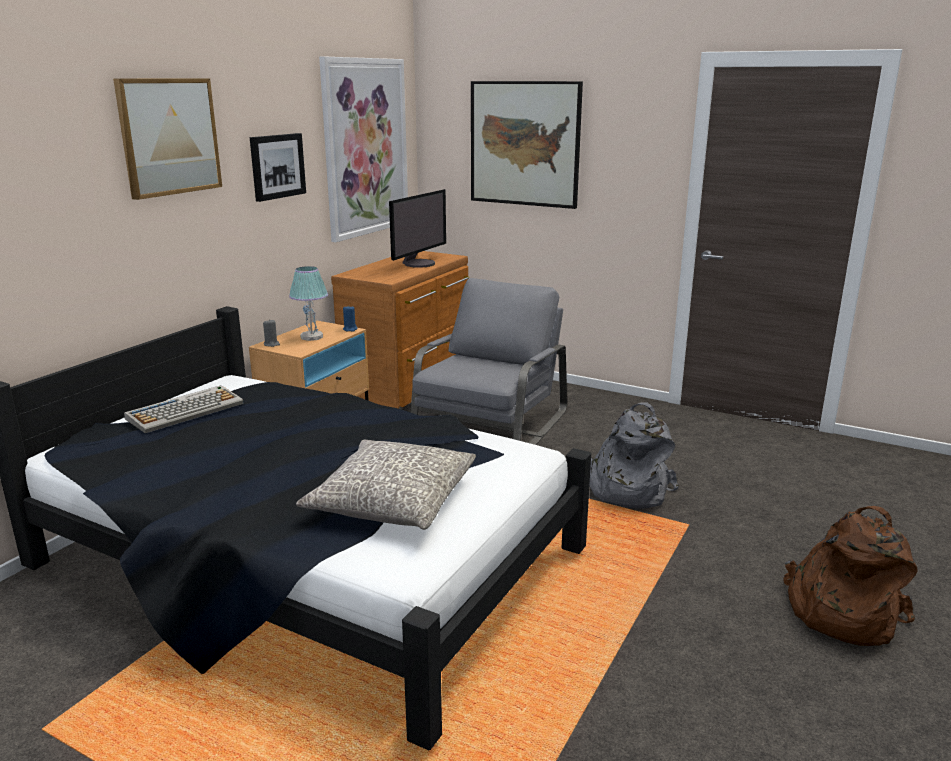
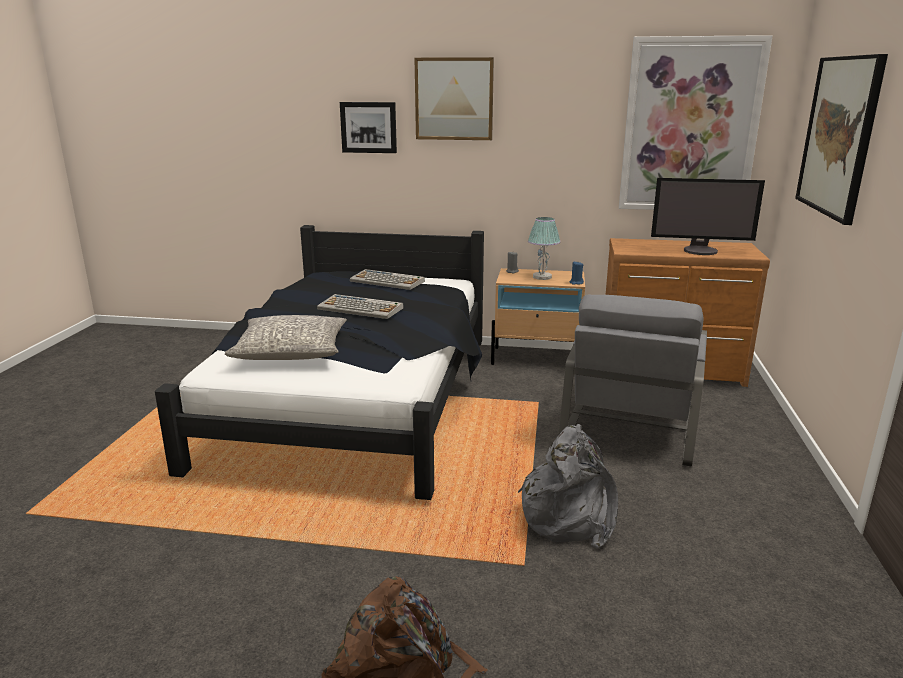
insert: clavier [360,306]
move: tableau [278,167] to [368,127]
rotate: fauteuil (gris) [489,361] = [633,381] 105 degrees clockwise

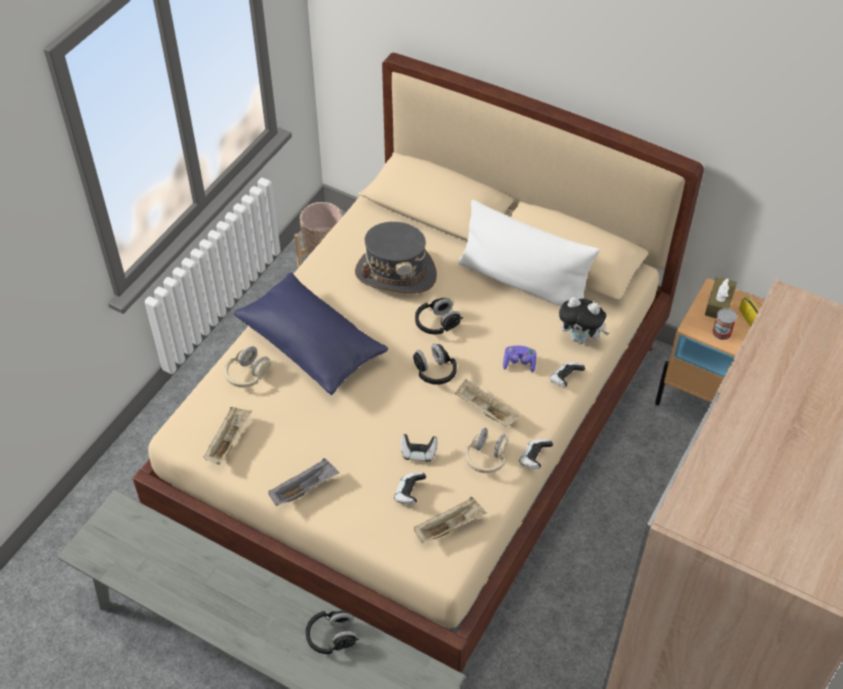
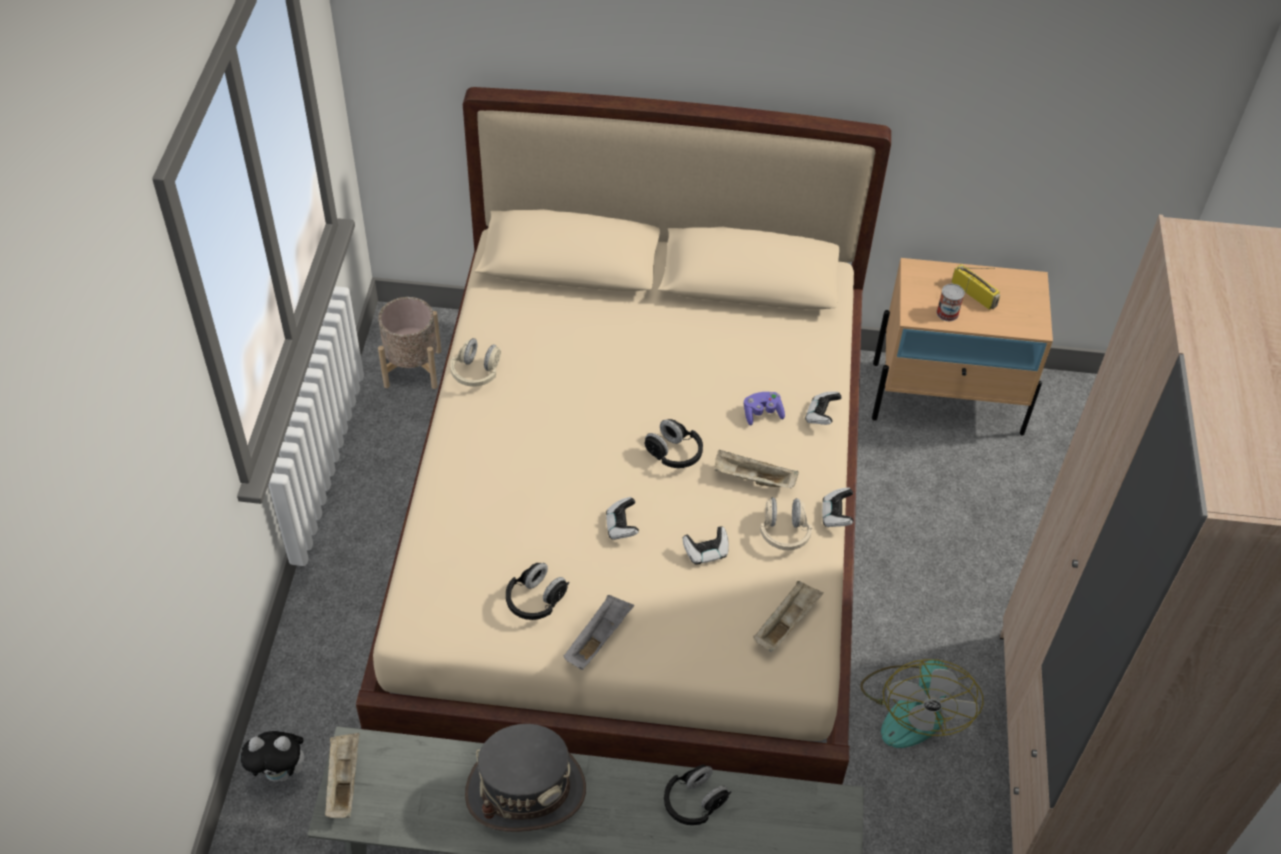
delete: coussin (bleu) [311,333]; coussin (blanc) [529,253]; boîte à mouchoirs (marron) [721,297]
insert: ventilateur [921,703]
move: peluche [584,320] to [277,756]; plateau (beige) [227,436] to [342,775]; casque audio (beige) [248,367] to [475,362]; chapeau (gris) [396,258] to [525,778]; casque audio (noir) [439,316] to [538,591]; manette [410,488] to [622,518]

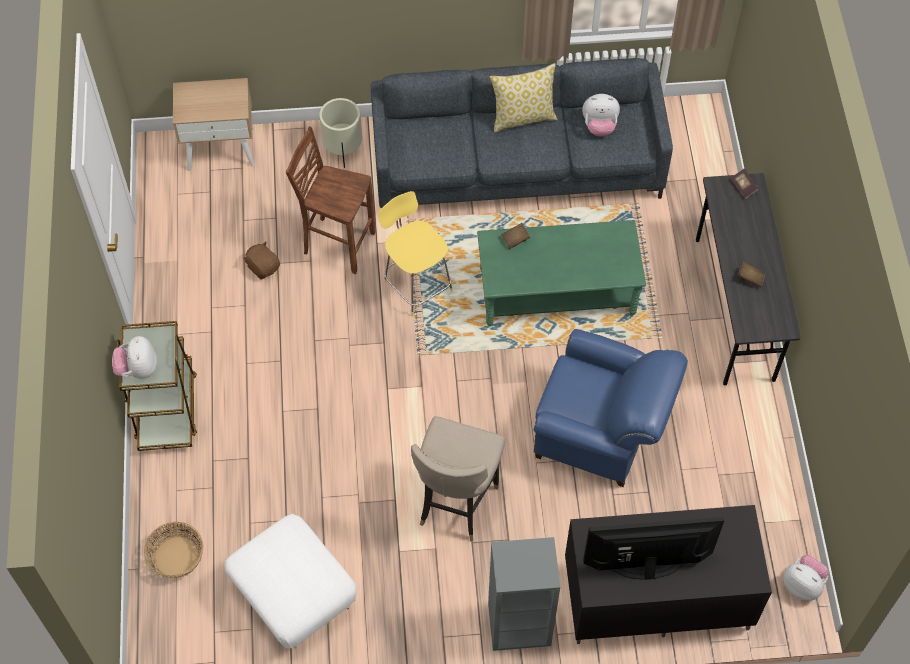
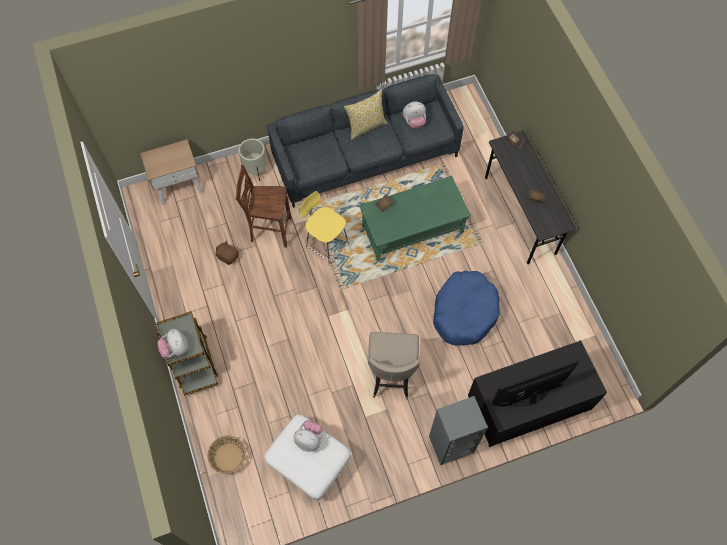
move: peluche [806,578] to [308,435]
replace: fauteuil (bleu) [611,408] to panier pour chien (bleu) [466,308]

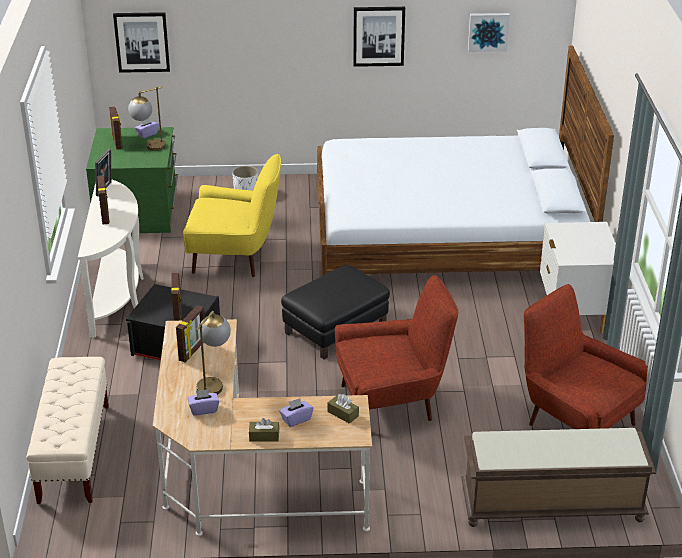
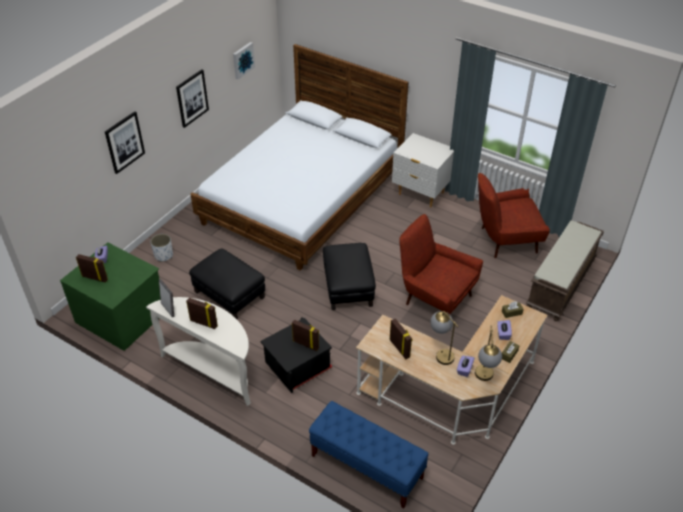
move: tableau [141,42] to [125,142]; lampe de table [147,119] to [488,353]
replace: fauteuil (jaune) [232,215] to pouf (noir) [227,283]
recolor: banc (beige) [67,430] to banc (bleu) [369,455]
rotate: fauteuil (rouge) [397,348] = [441,264] 75 degrees counterclockwise

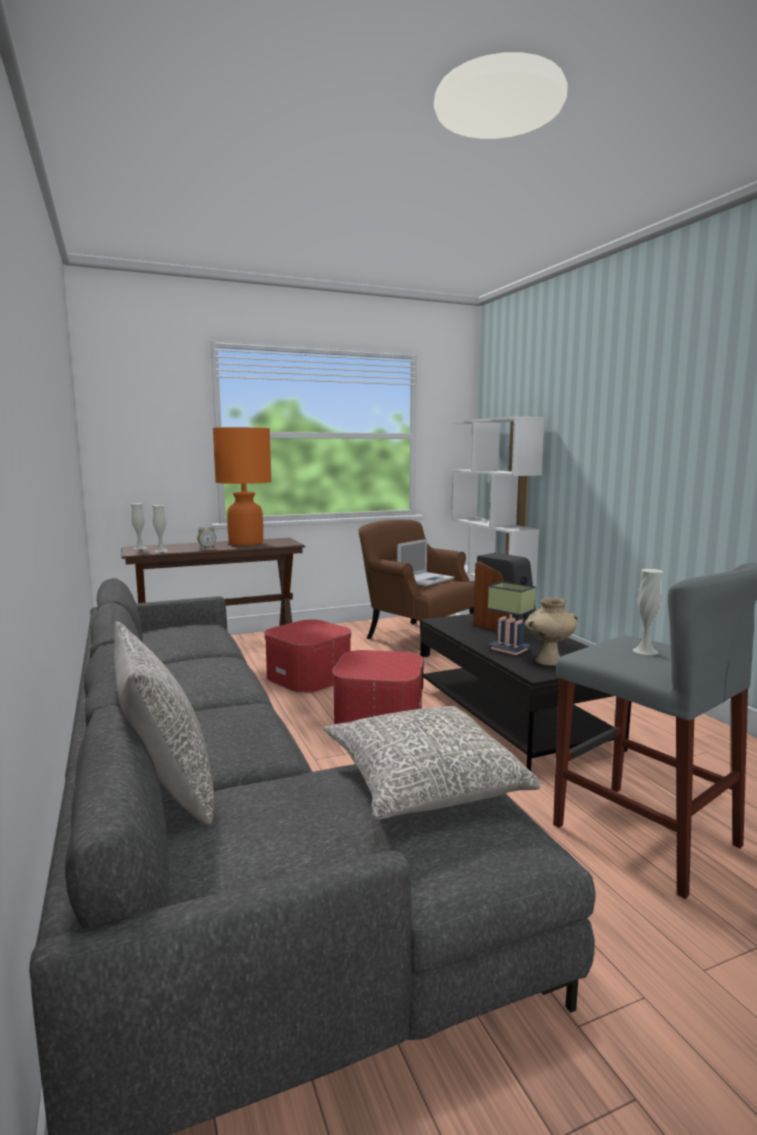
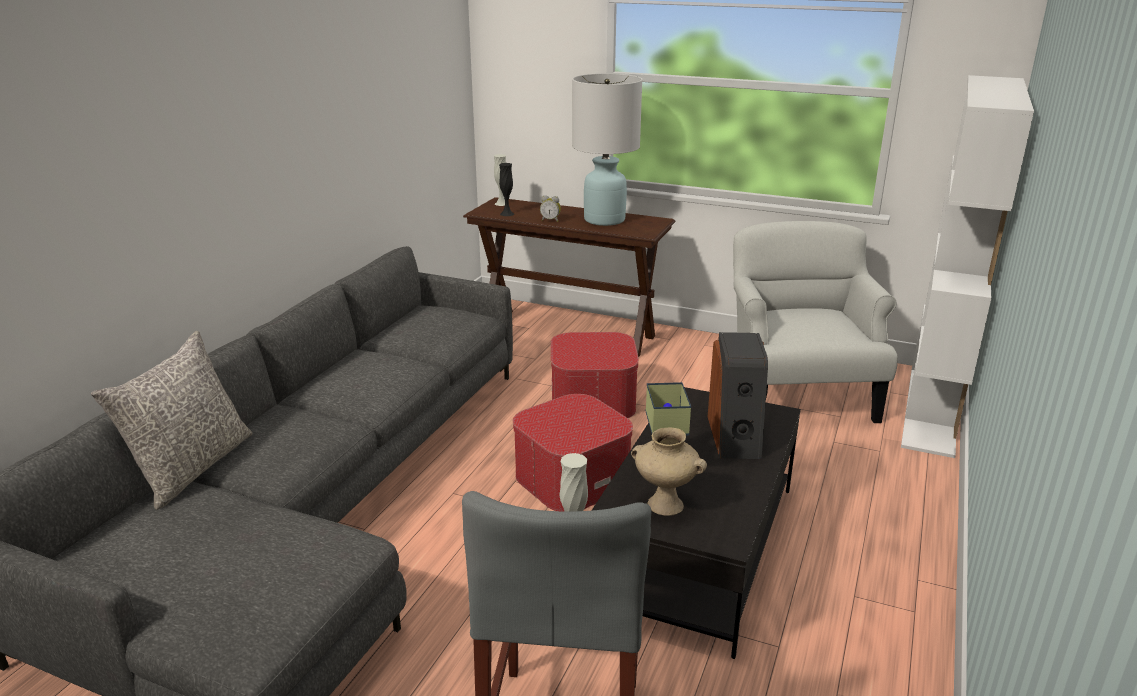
delete: coussin (gris) [432,763]; ordinateur portable [425,562]
recolor: vase (blanc) [160,528] to vase (noir) [506,189]; lampe de table (orange) [242,486] to lampe de table (blanc) [607,149]; fauteuil (marron) [416,588] to fauteuil (blanc) [815,322]

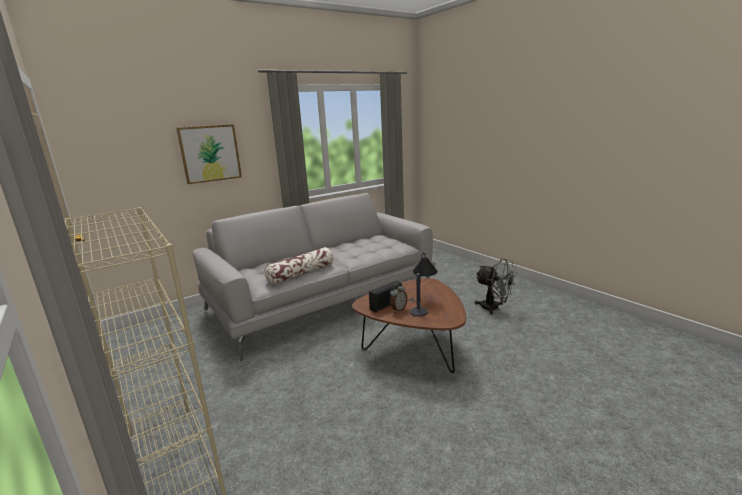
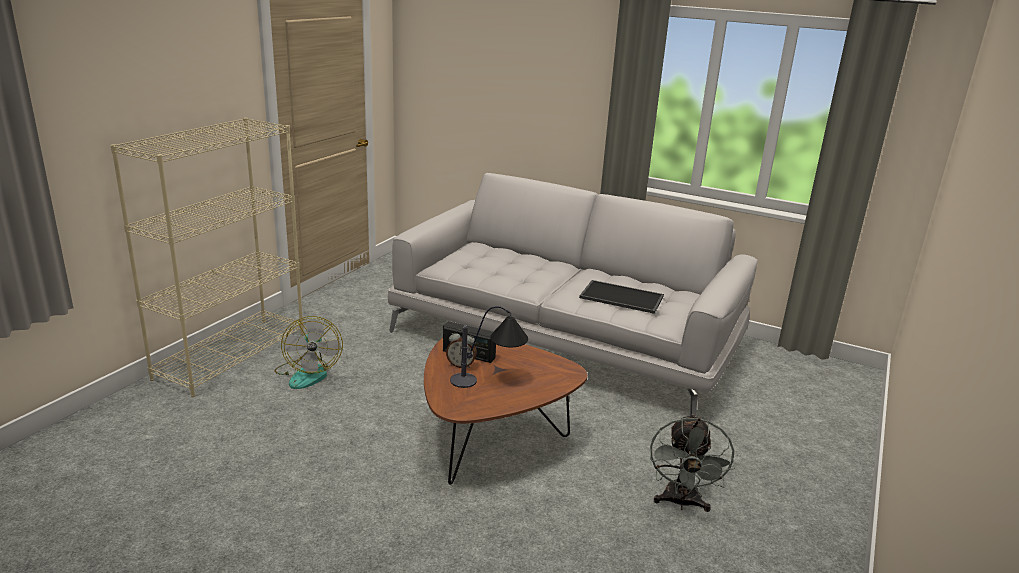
delete: tableau [209,154]; coussin [299,266]
insert: ventilateur [308,352]; plateau [621,297]

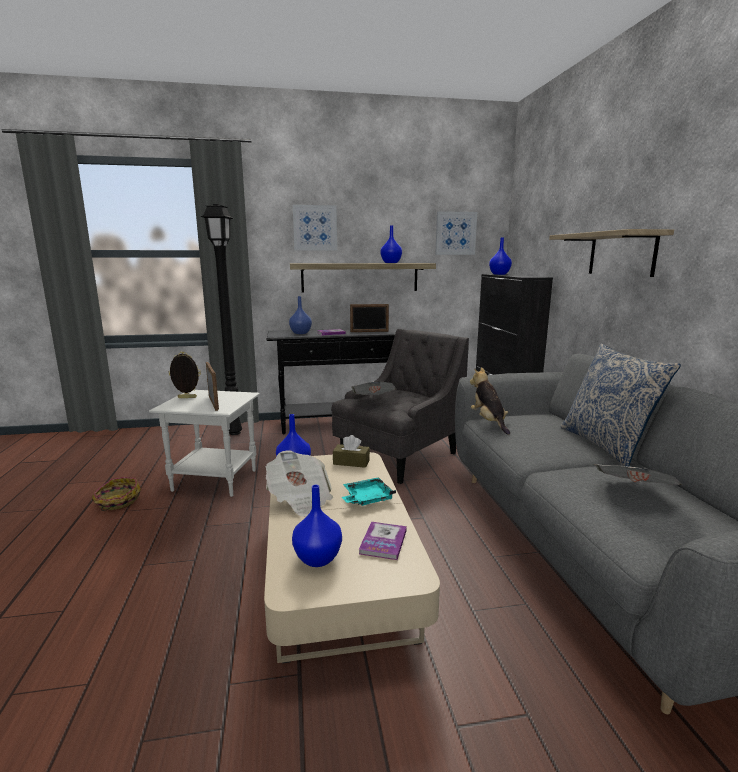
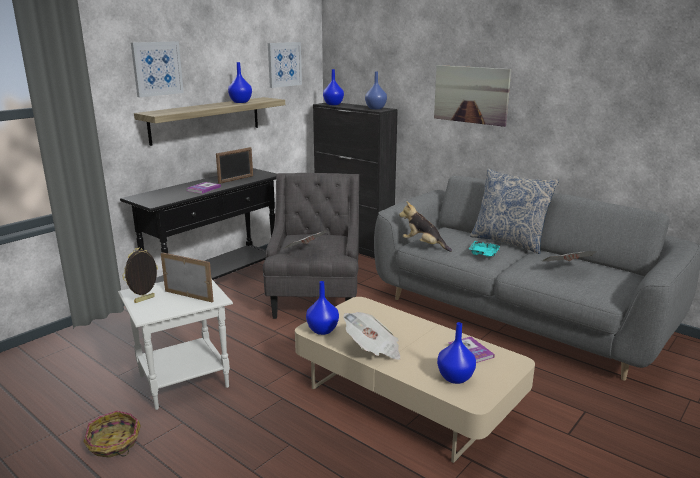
delete: lampadaire (noir) [221,319]; boîte à mouchoirs (marron) [351,451]
move: vase (bleu) [300,315] to [376,90]; plateau (turquoise) [369,491] to [485,249]
replace: étagère [611,253] to tableau [472,96]

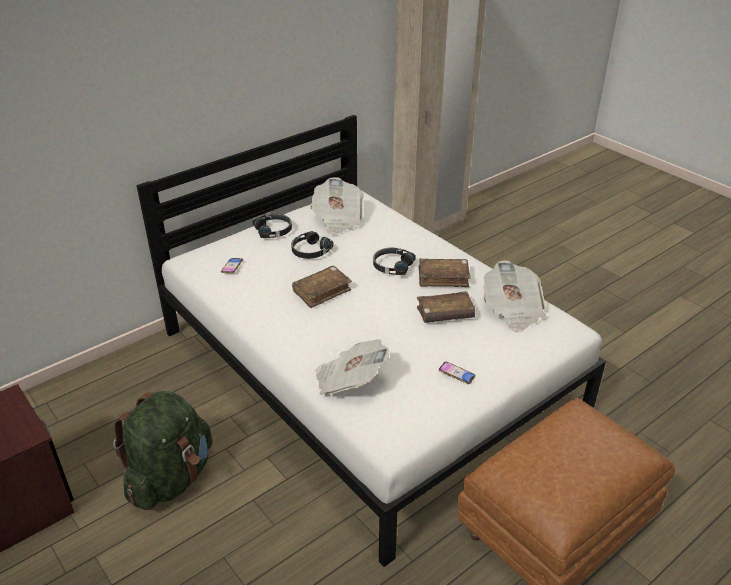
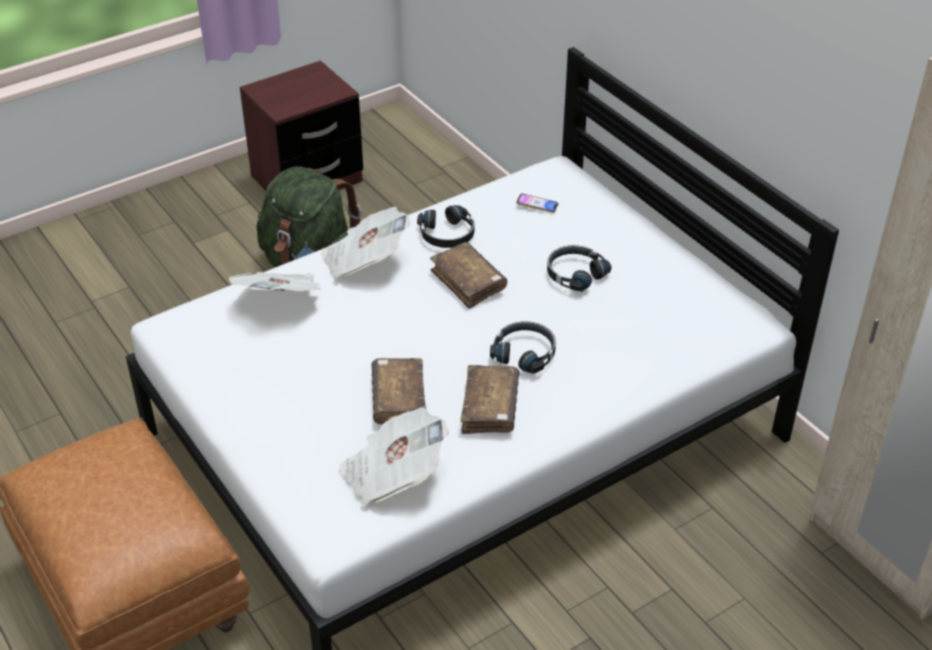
delete: téléphone [457,373]
move: journal [337,206] to [365,243]; casque audio (noir) [272,226] to [445,226]

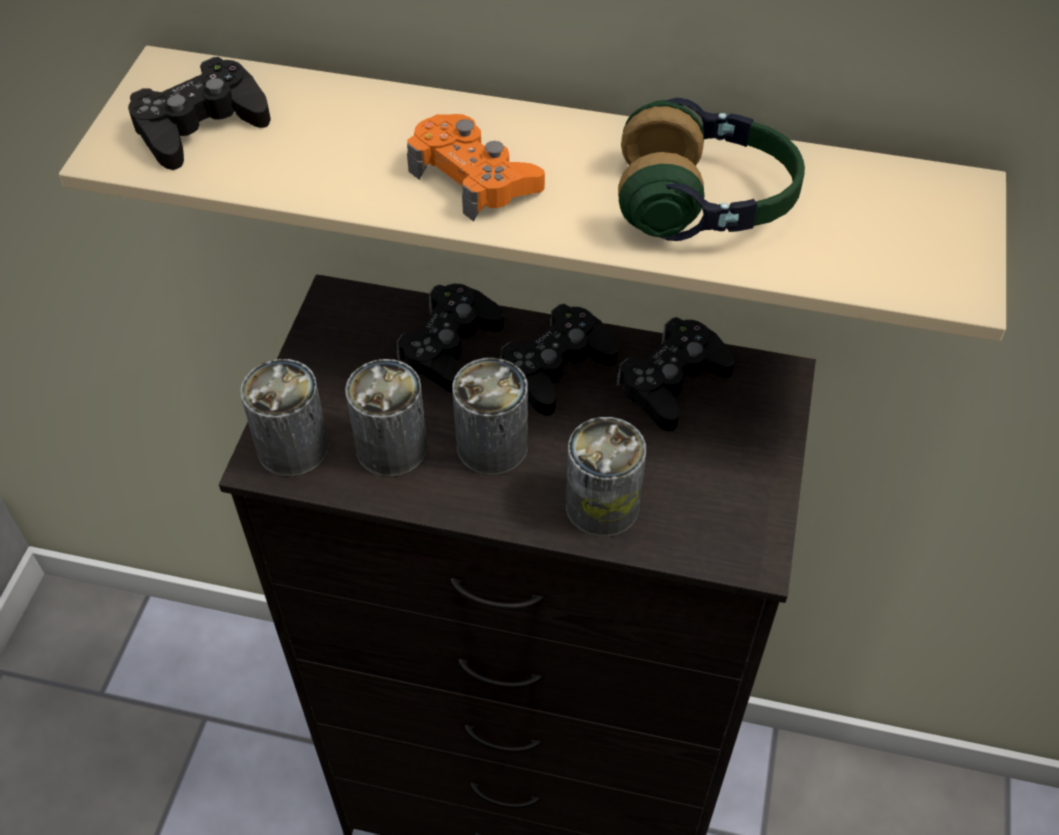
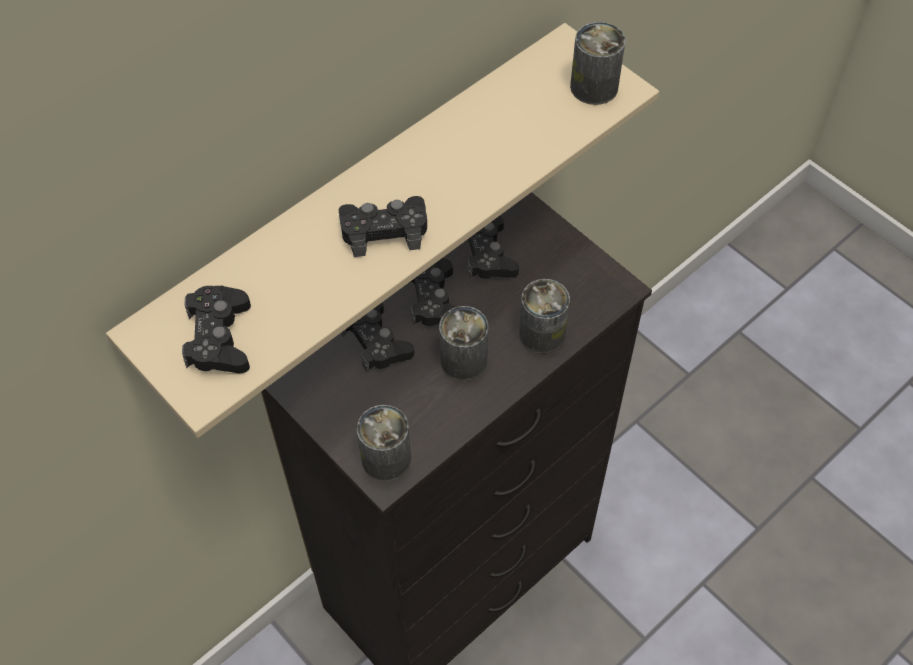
delete: casque audio [711,169]
move: boîte métallique [386,418] to [598,63]
recolor: manette (orange) [476,168] to manette (noir) [383,226]

